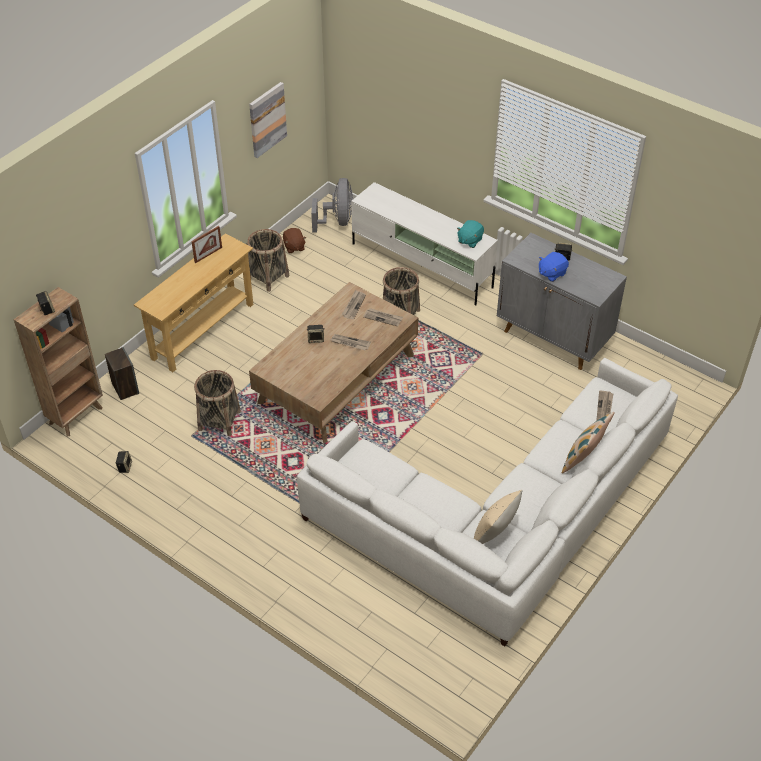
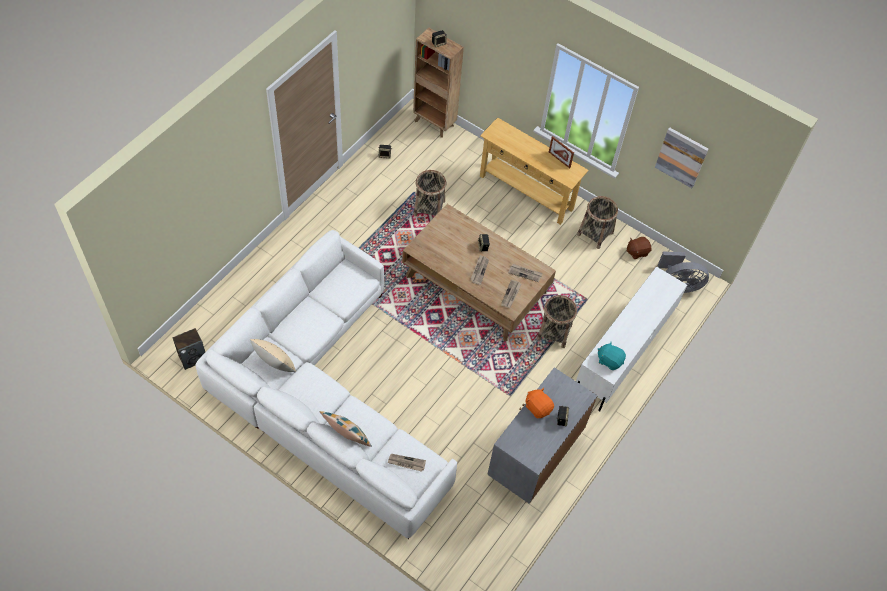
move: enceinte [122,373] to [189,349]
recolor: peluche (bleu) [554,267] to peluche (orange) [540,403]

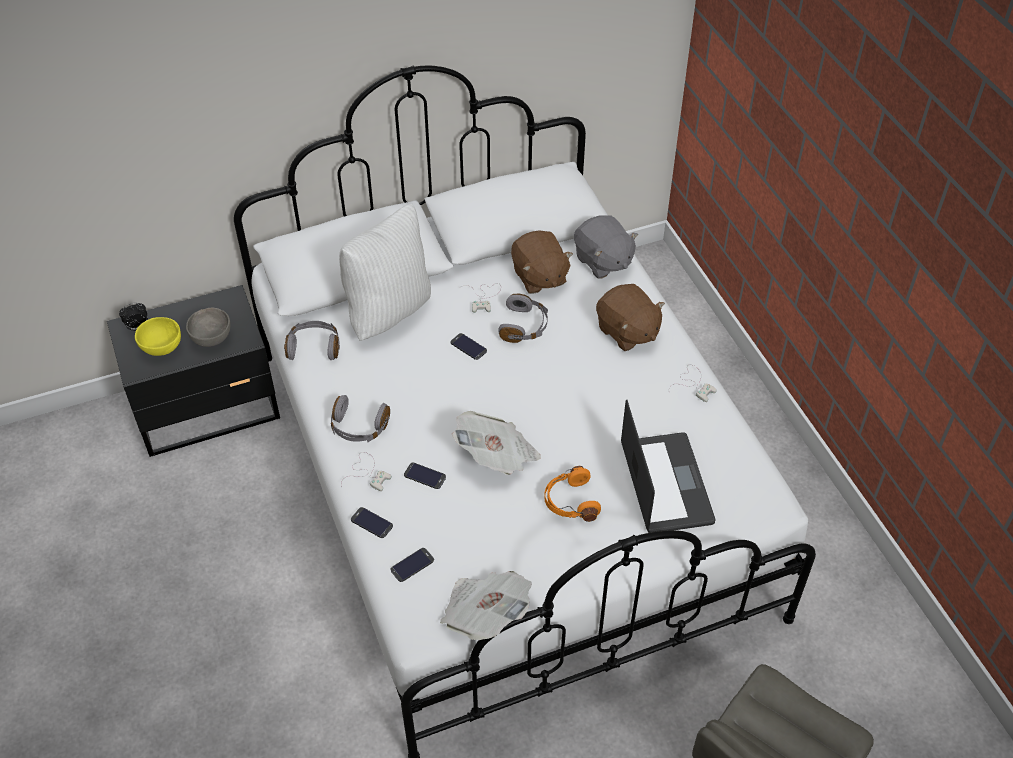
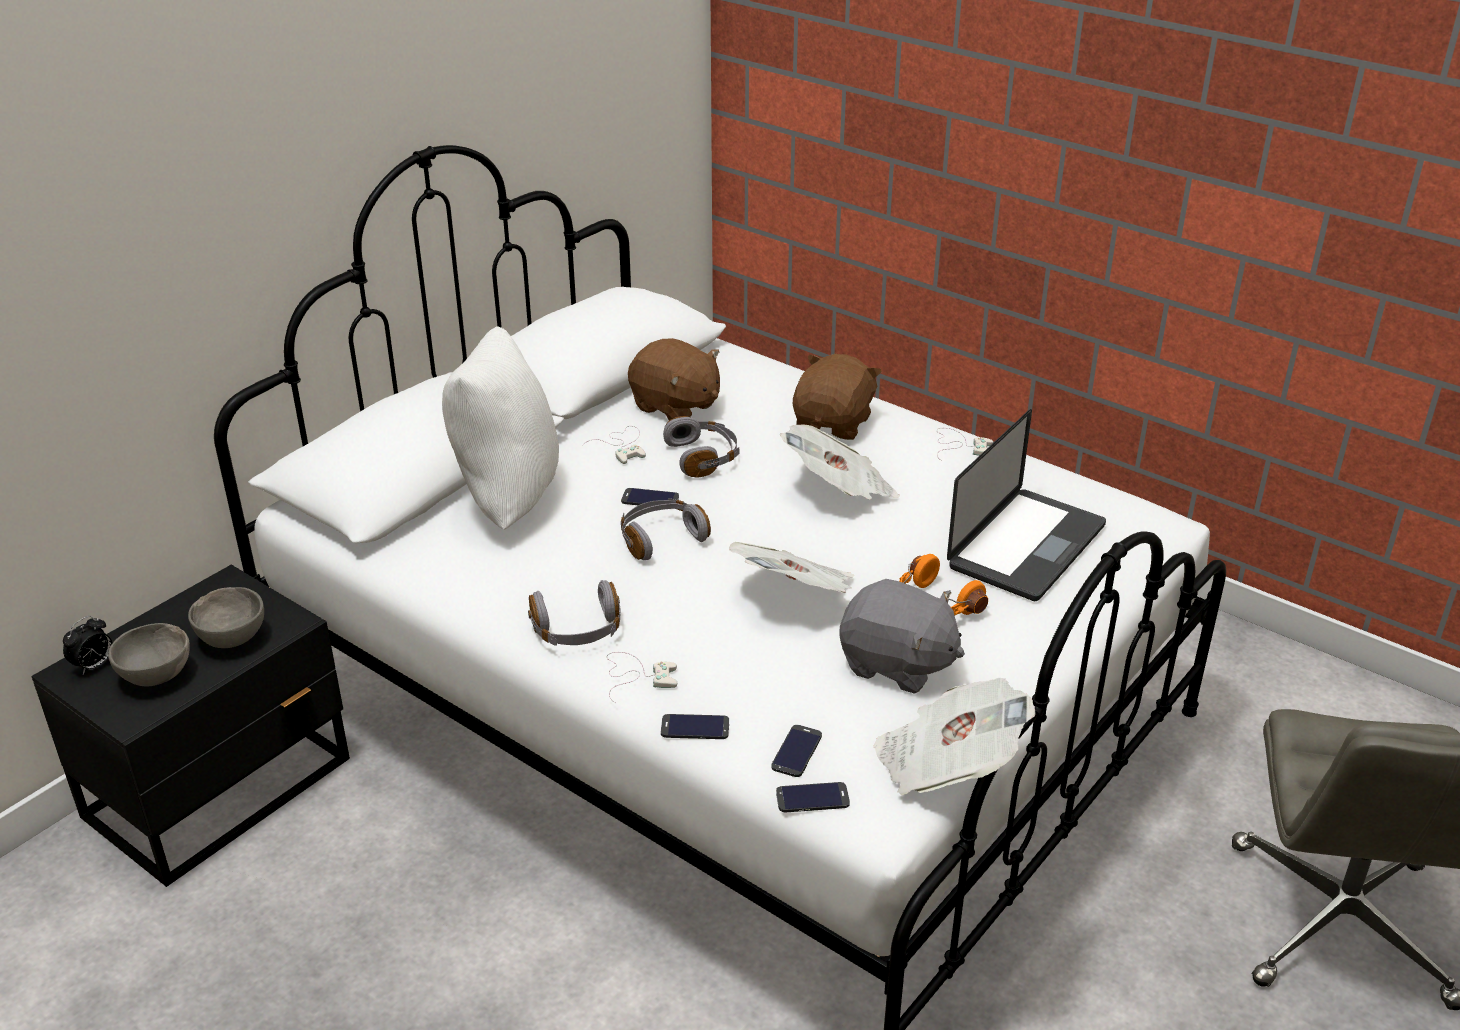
insert: journal [840,461]
move: casque audio (gris) [312,340] to [666,529]; téléphone [425,475] to [813,797]; peluche (gris) [606,247] to [902,636]
recolor: bol (jaune) [158,336] to bol (gris) [149,655]
rotate: peluche (marron) [630,317] = [837,397] 90 degrees counterclockwise; ordinateur portable [668,466] = [1026,505] 75 degrees clockwise

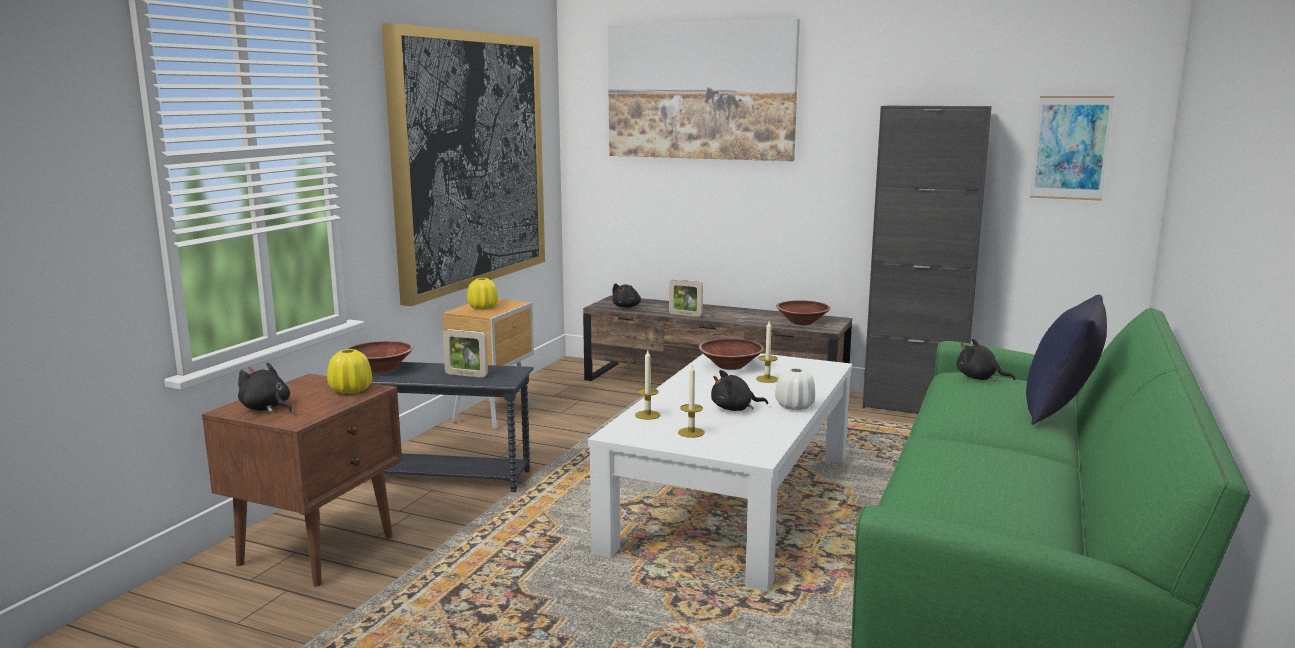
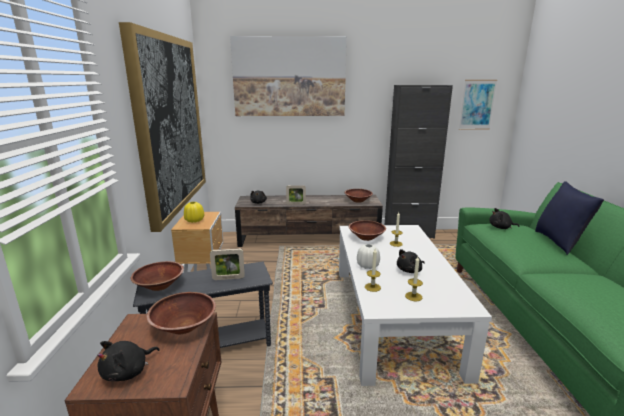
move: vase (blanc) [795,389] to [368,256]
replace: vase (jaune) [349,371] to bol (marron) [181,313]
rotate: peluche (noir) [265,387] = [128,361] 60 degrees counterclockwise

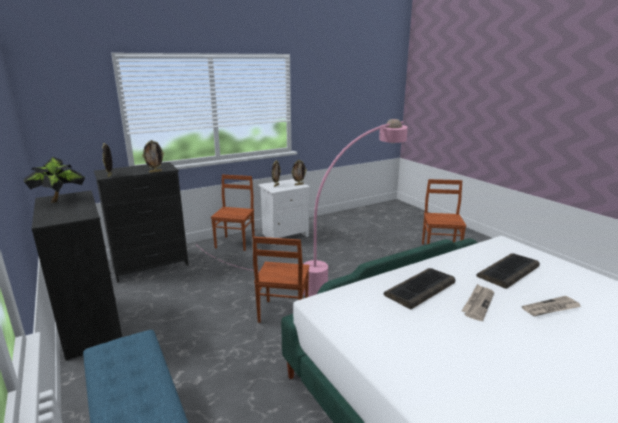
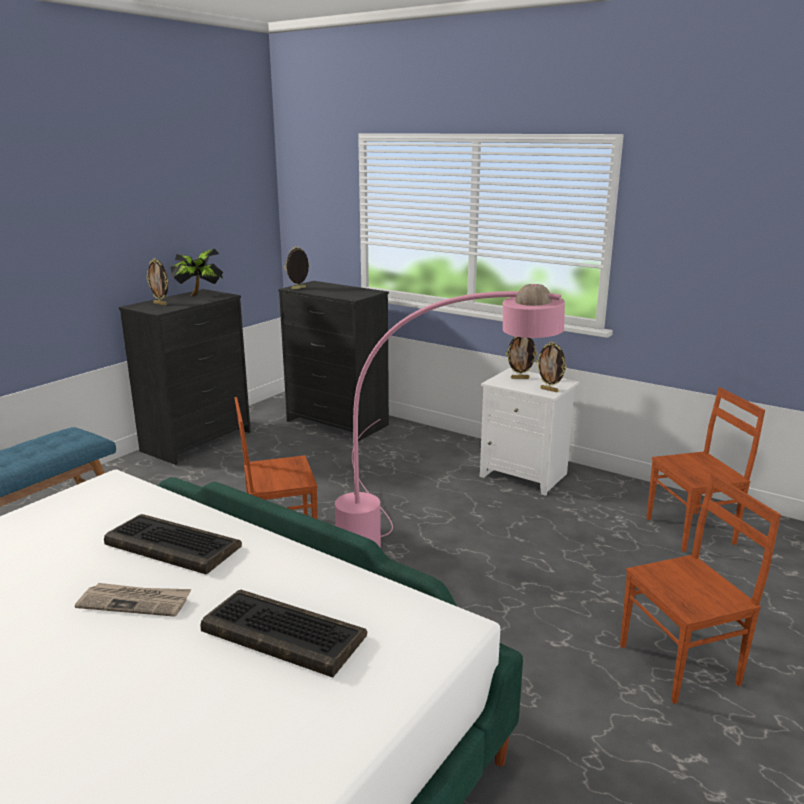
delete: journal [552,306]
move: cadre photo [153,156] to [157,281]; chaise (marron) [233,212] to [705,469]

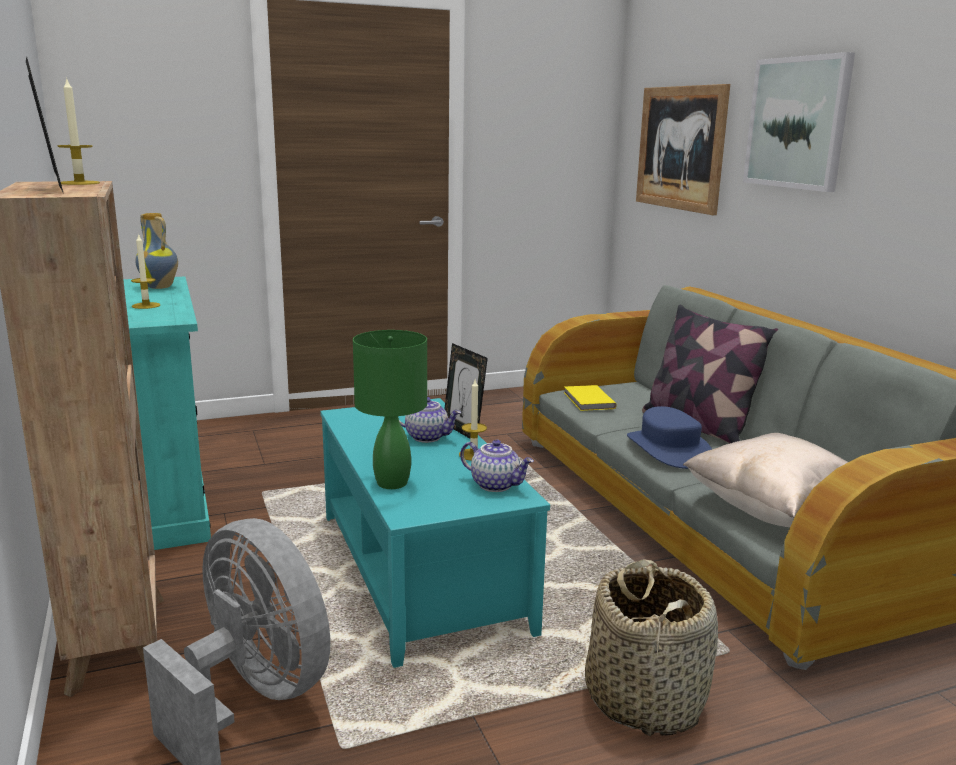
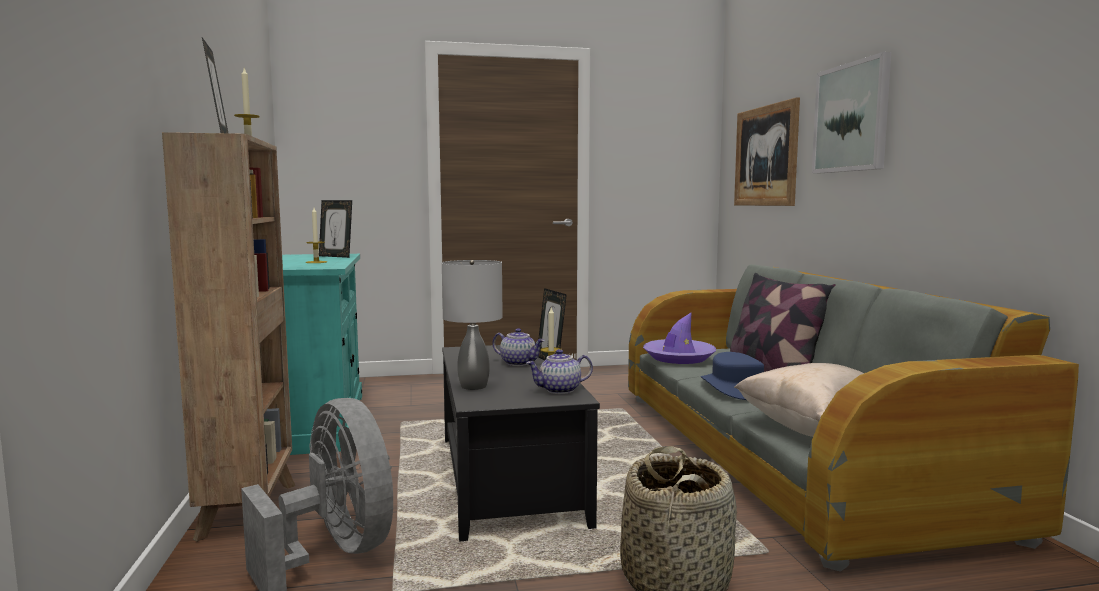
replace: vase [156,251] to cadre photo [335,229]; livre (jaune) [590,398] to chapeau (violet) [679,338]
recolor: lampe de table (vert) [390,409] to lampe de table (gris) [472,325]; table basse (turquoise) [435,533] to table basse (noir) [521,443]
rotate: théière [497,466] = [559,371] 120 degrees clockwise

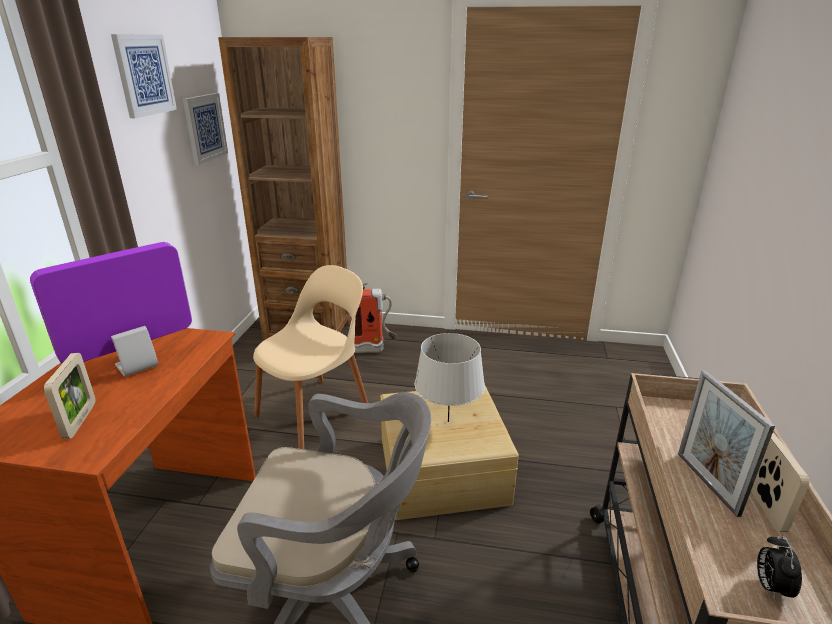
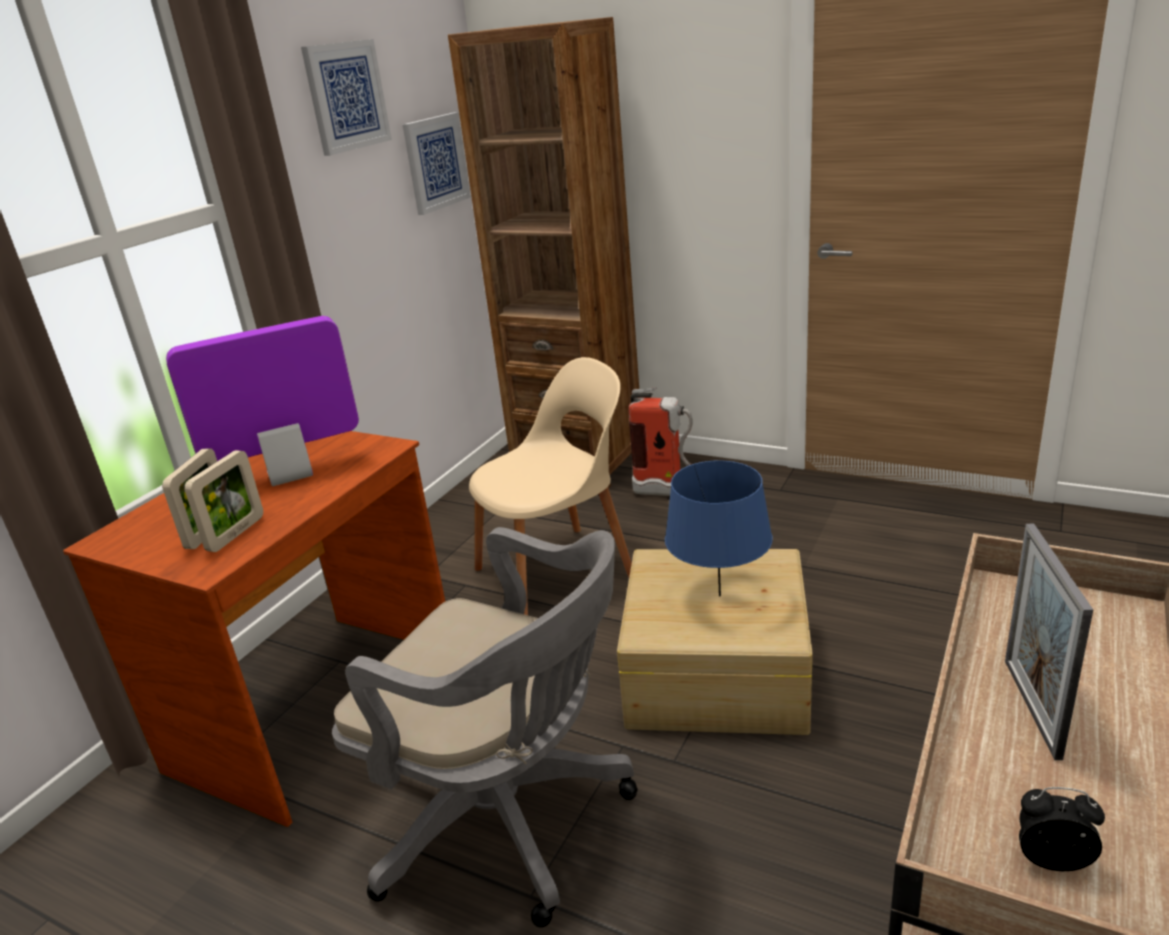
move: cadre photo [780,482] to [223,501]
recolor: lampe de table (gris) [449,377] to lampe de table (bleu) [719,528]
rotate: réveil [779,568] = [1062,829] 75 degrees clockwise

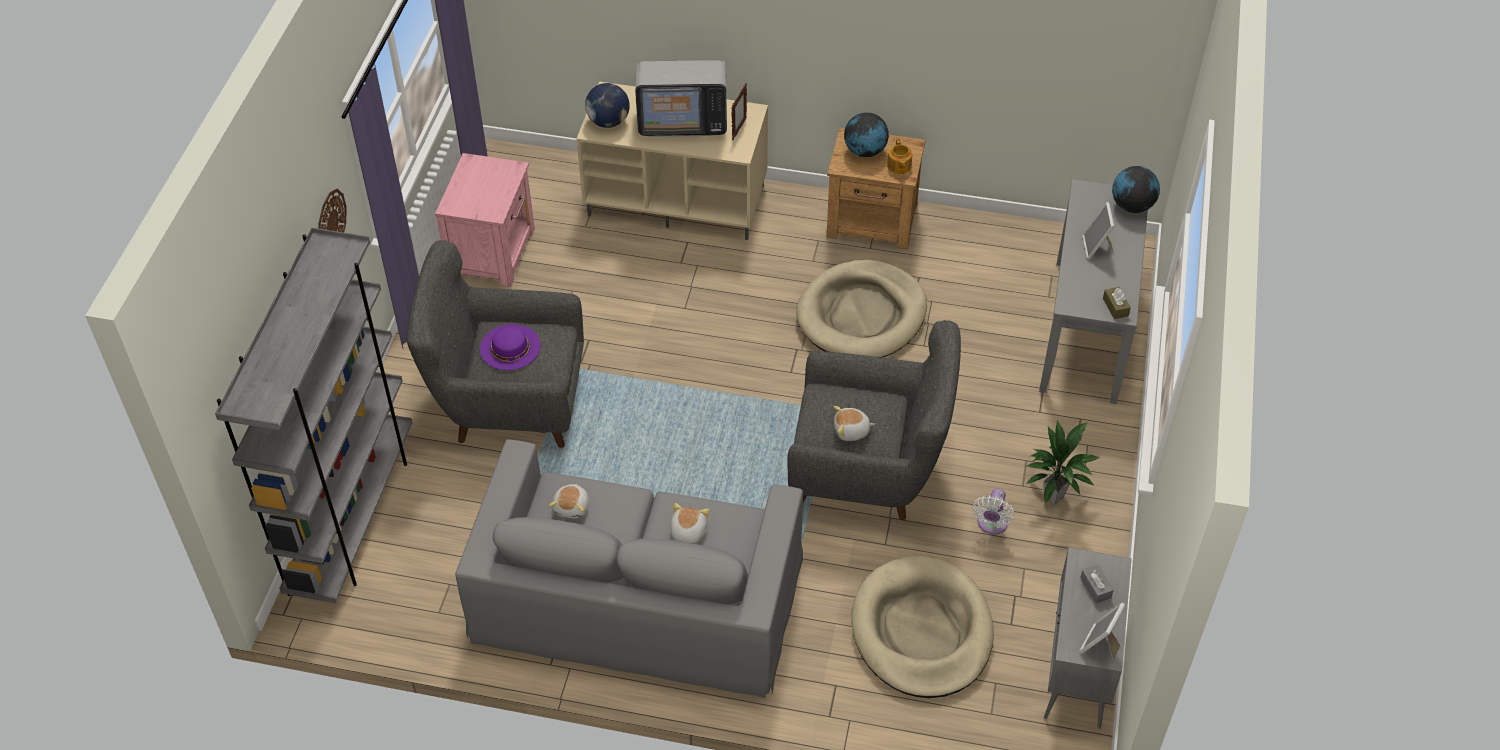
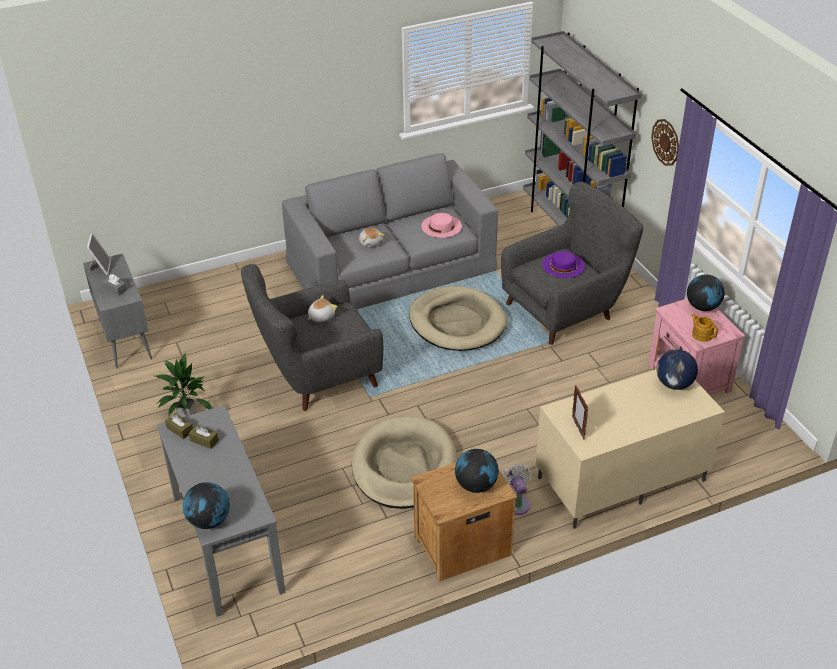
delete: téléviseur [681,98]; cadre photo [1098,231]
insert: boîte à mouchoirs (marron) [204,437]; globe [706,293]
move: panier pour chien (beige) [922,626] to [458,318]; ventilateur (blanc) [993,511] to [516,489]; théière [899,156] to [704,328]
replace: peluche [569,501] to chapeau (rose) [441,225]

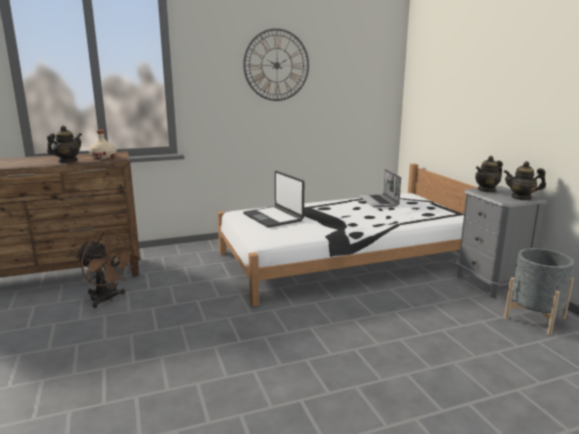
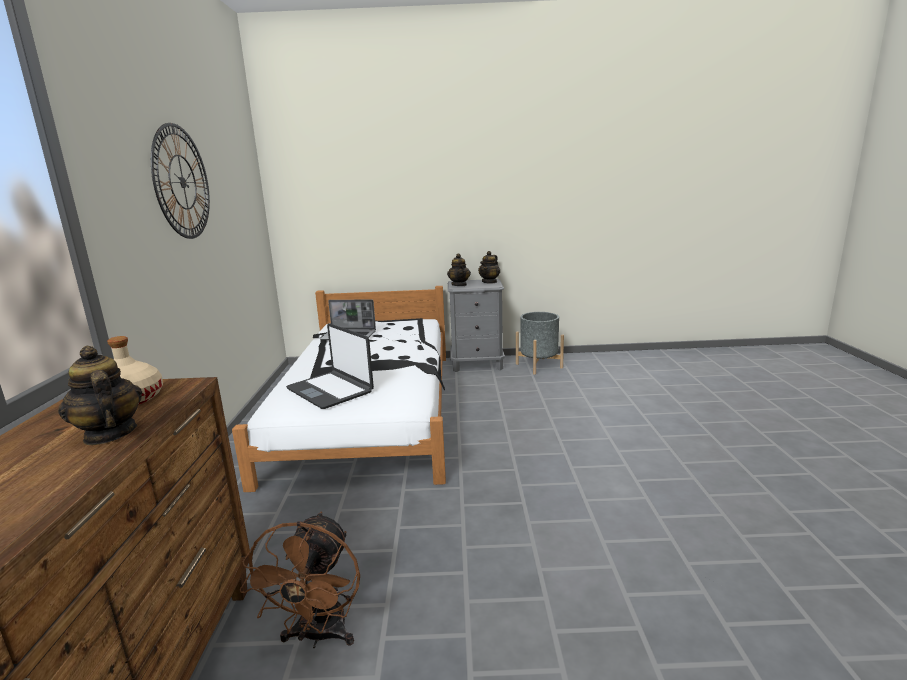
rotate: ventilateur (marron) [106,269] = [300,580] 135 degrees clockwise; ordinateur portable [273,199] = [330,366] 60 degrees clockwise

